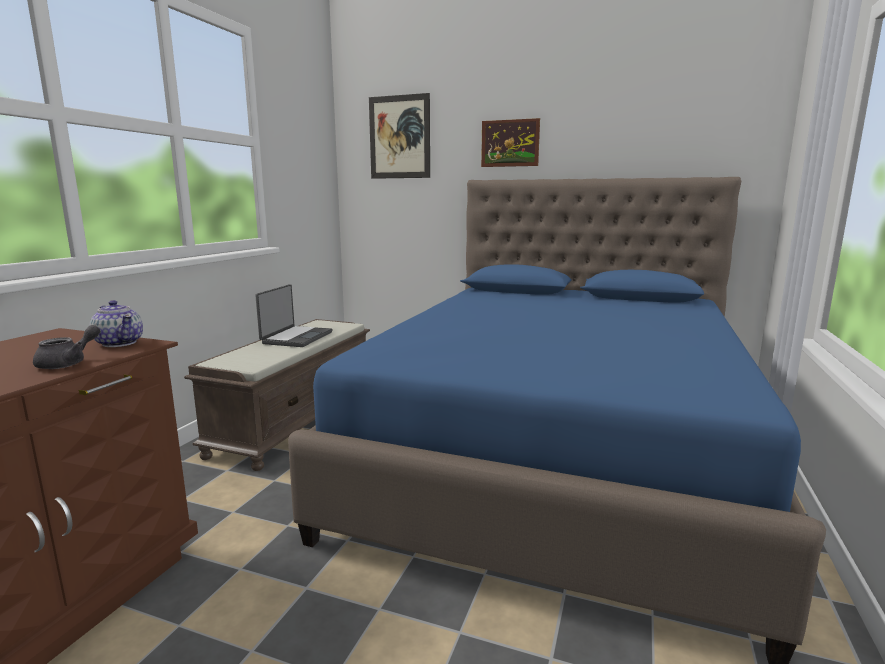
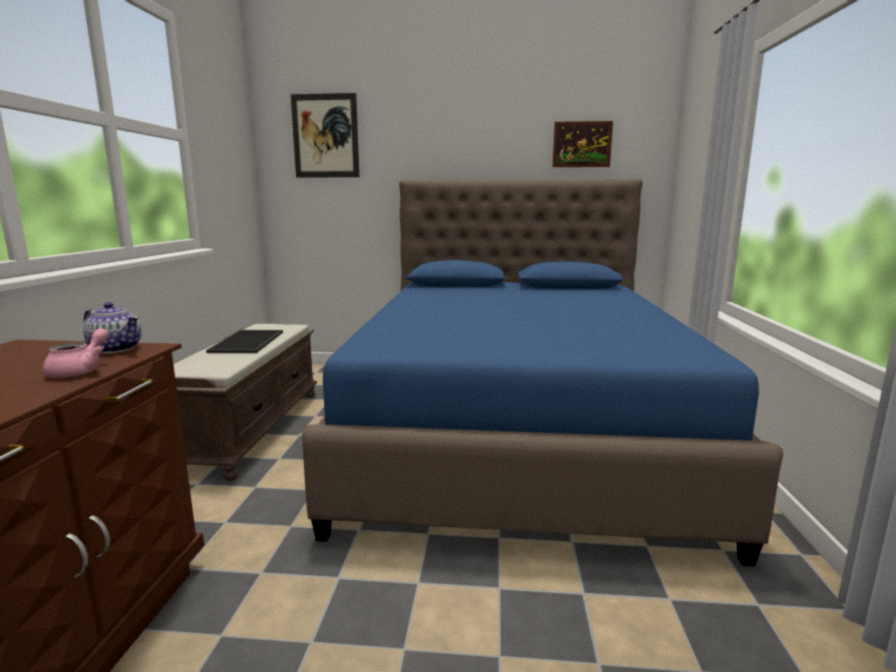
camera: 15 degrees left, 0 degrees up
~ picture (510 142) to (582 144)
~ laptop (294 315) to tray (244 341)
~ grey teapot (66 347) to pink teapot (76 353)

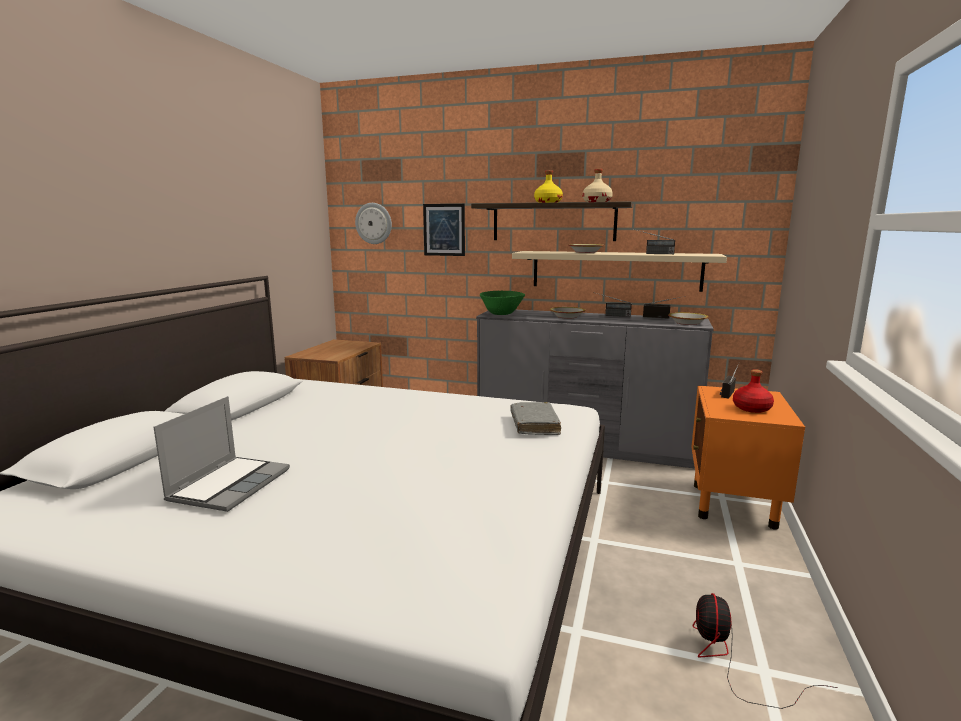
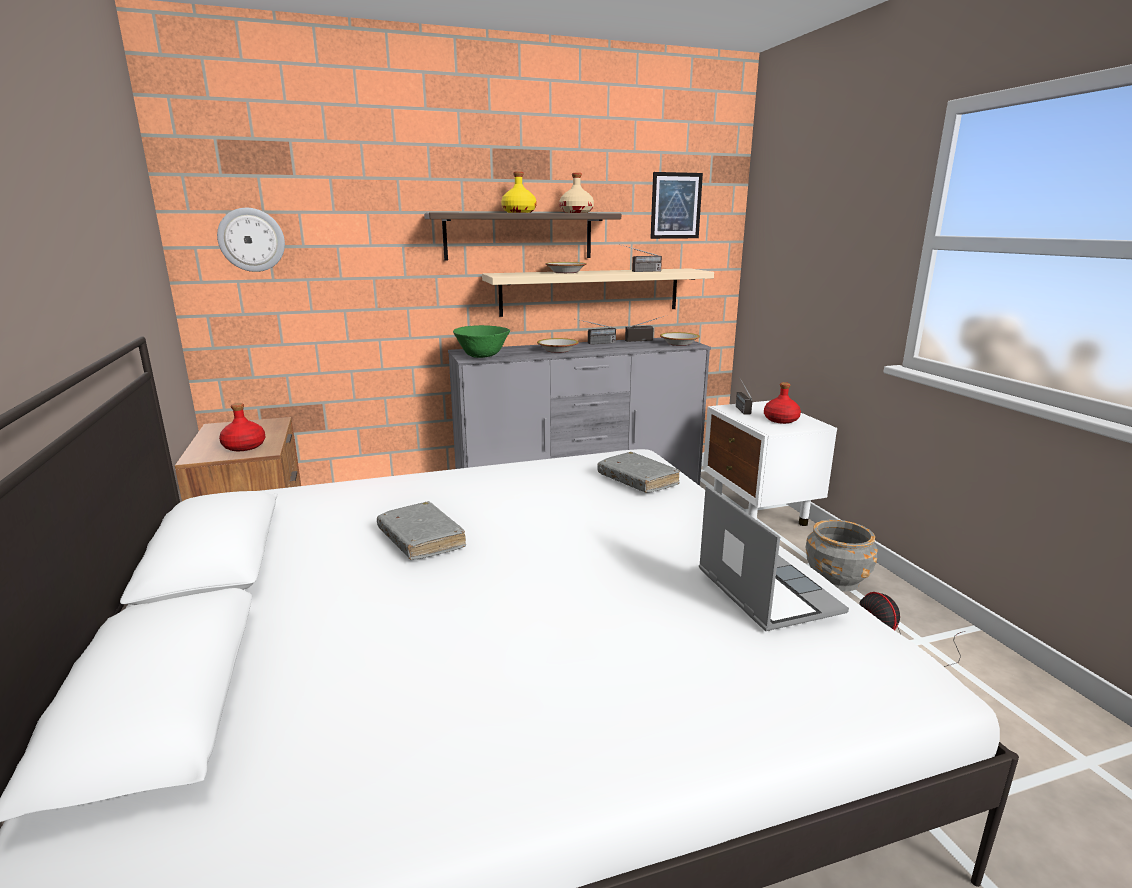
camera: 35 degrees left, 5 degrees up
~ picture (444 230) to (676 205)
~ orange nightstand (748 458) to white nightstand (770 463)
~ laptop (221 454) to (774 558)
+ red bottle (242 427)
+ grey book (421 530)
+ grey planter (841 556)

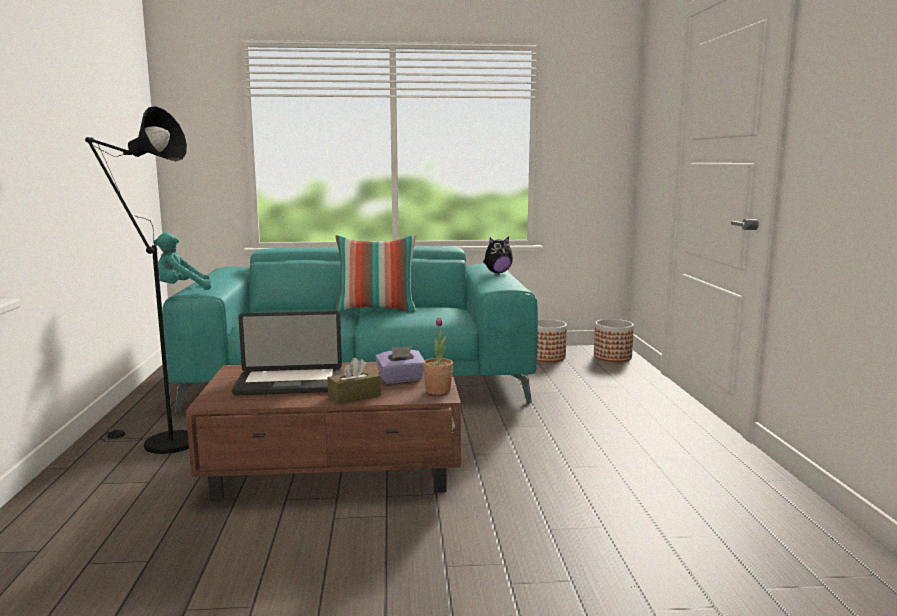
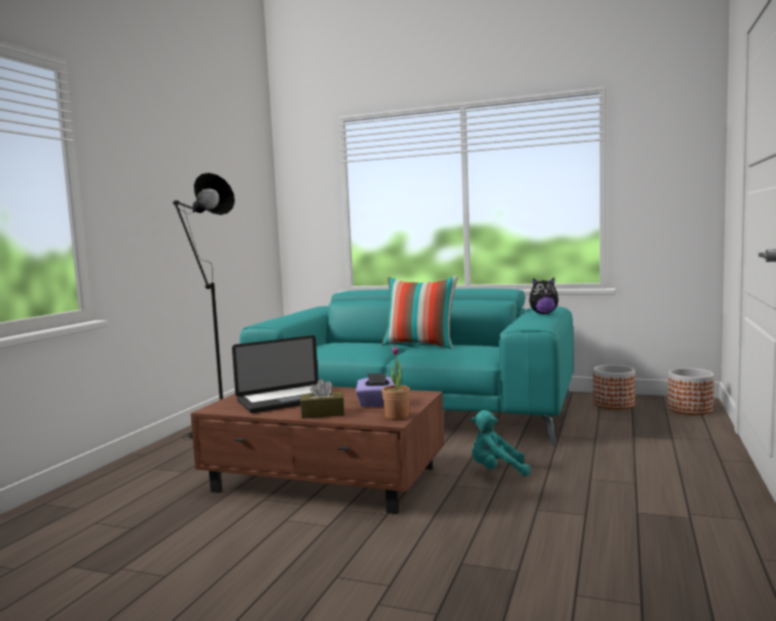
camera: 25 degrees right, 5 degrees down
~ turquoise plush toy (182 261) to (500 443)
~ laptop (287 353) = (282 374) 45 degrees counterclockwise

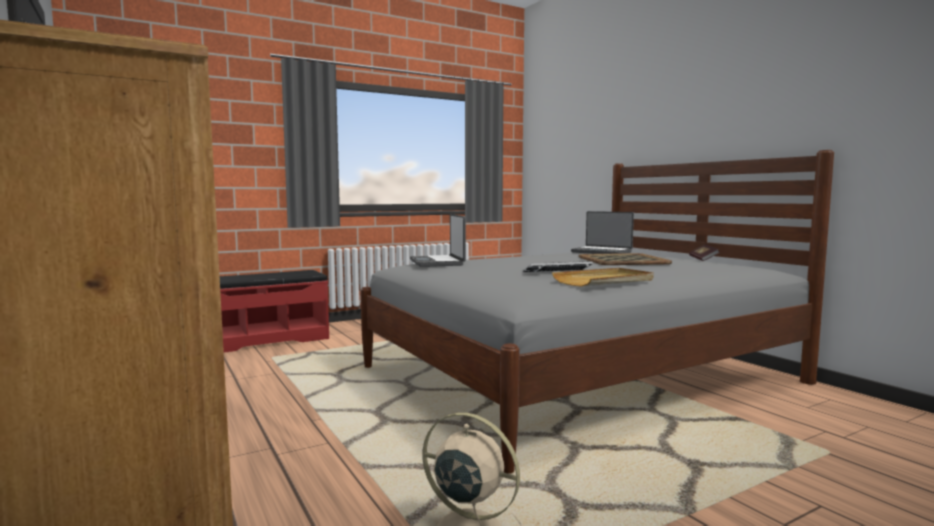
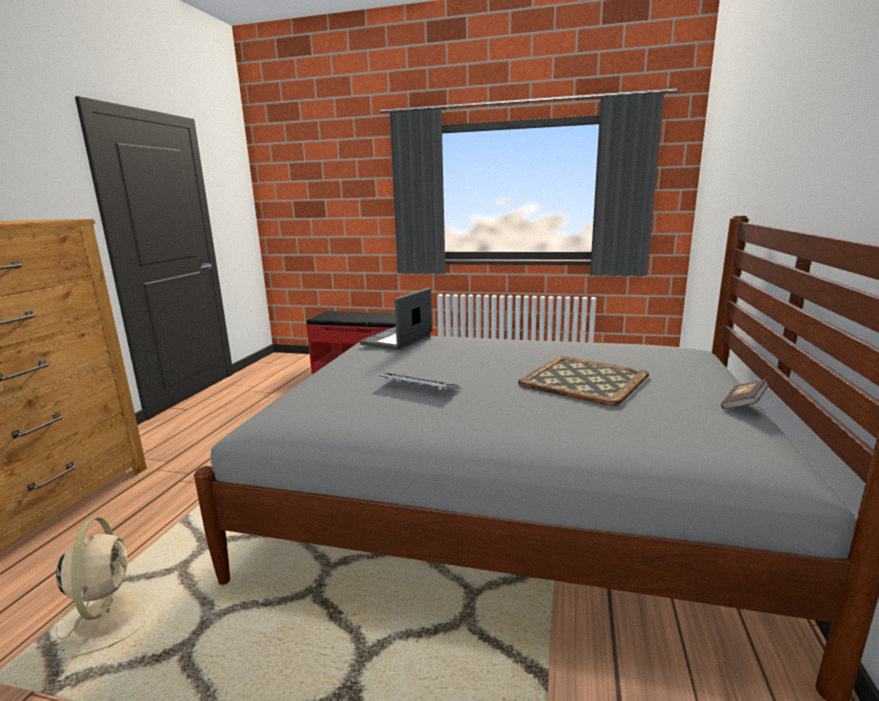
camera: 45 degrees right, 10 degrees up
- laptop (602 232)
- beige tray (603 277)

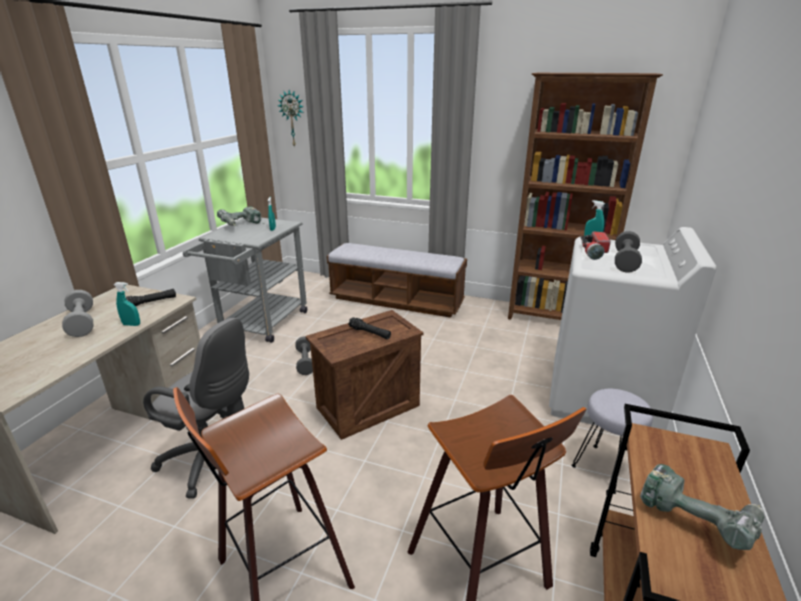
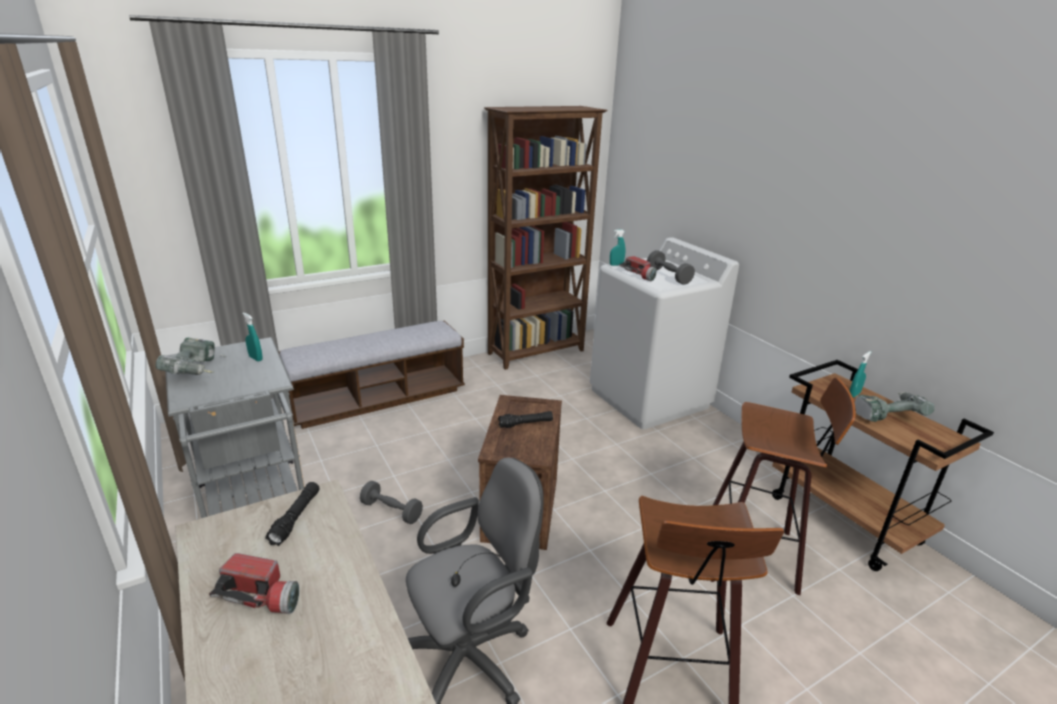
camera: 50 degrees left, 0 degrees up
- wall clock (290 119)
~ turquoise spray bottle (127 304) to (860 374)
~ grey dumbbell (77 313) to flashlight (254 583)
- grey stool (612 441)

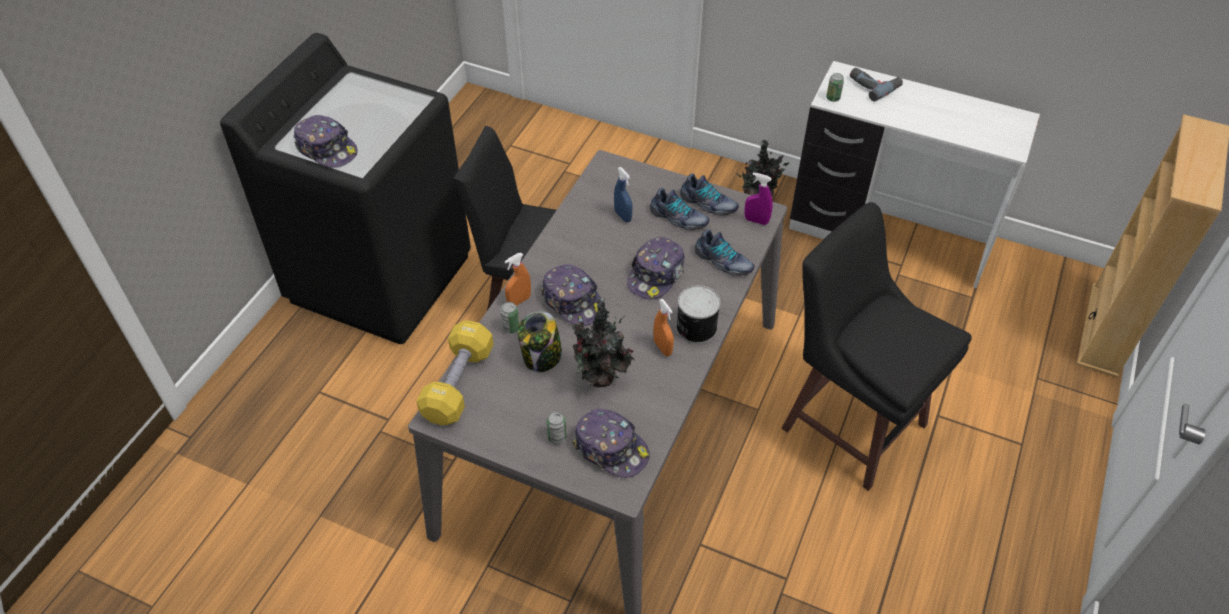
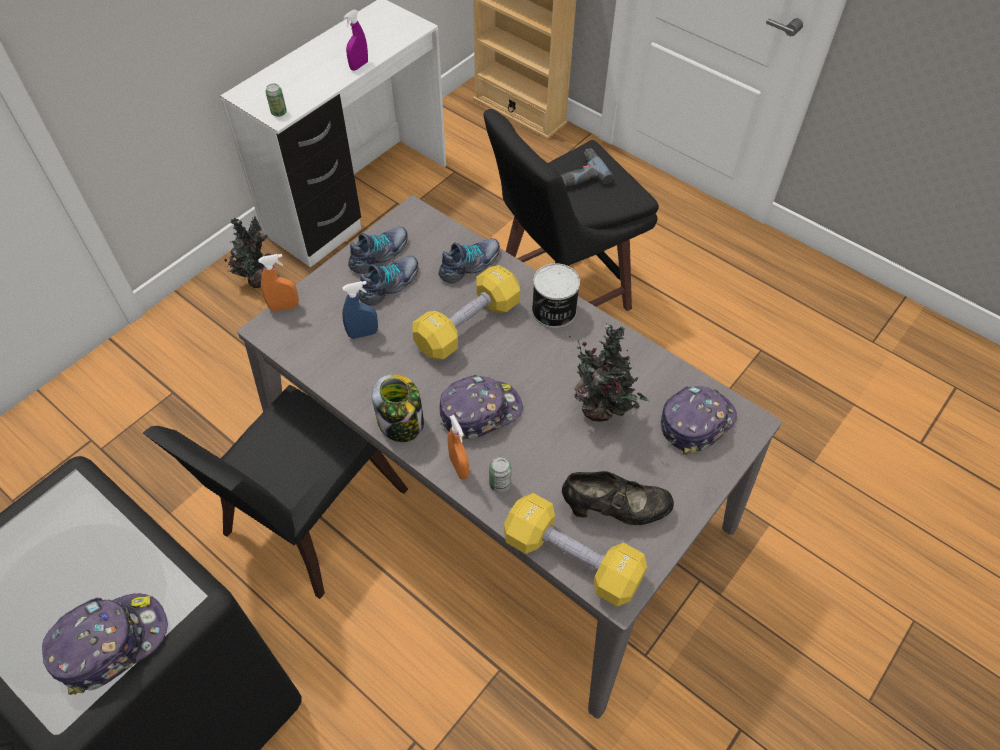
camera: 75 degrees left, 5 degrees up
~ power drill (876 85) to (587 168)
~ purple spray bottle (758 199) to (356 40)
~ cap (656 268) to yellow dumbbell (466 312)
~ orange spray bottle (663 327) to (278 283)
~ jar (539 341) to (398 408)
- can (556 428)
+ black shoe (618 498)

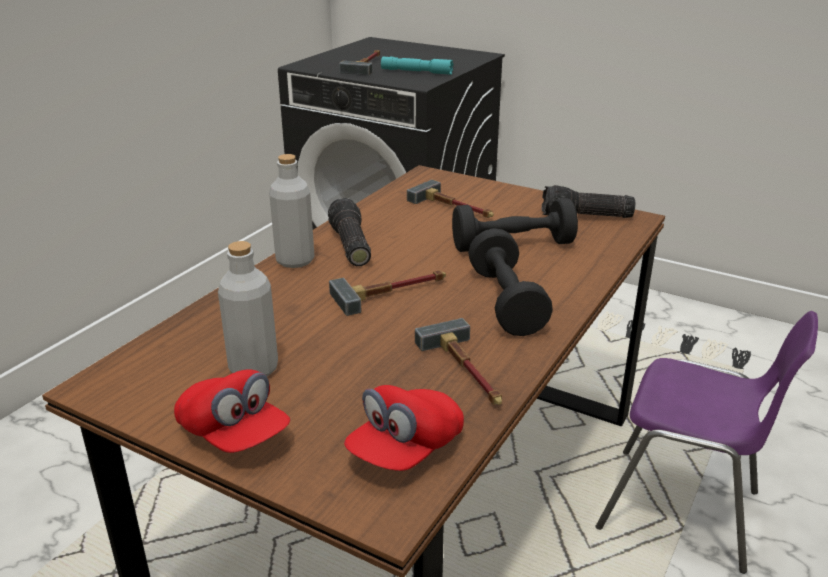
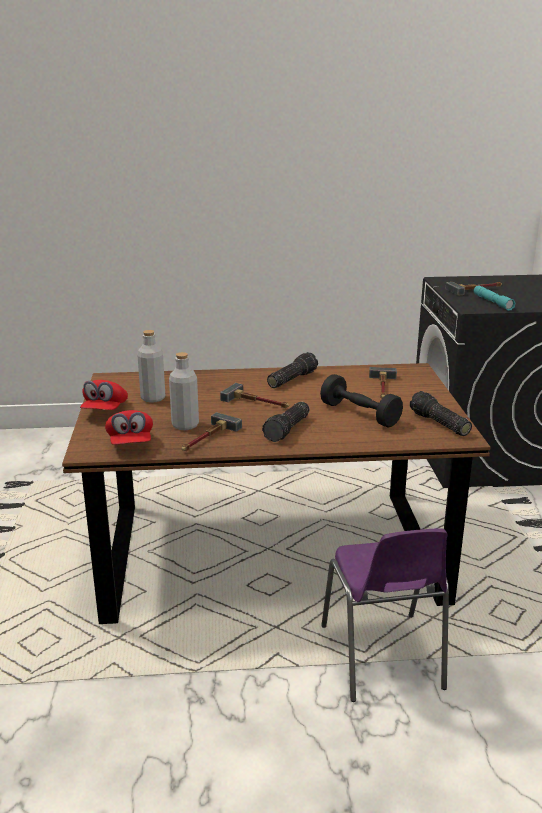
camera: 55 degrees right, 5 degrees down
~ grey bottle (291 211) to (184 391)
~ black dumbbell (510 282) to flashlight (286 422)
~ red cap (404 428) = (129 427) 105 degrees counterclockwise

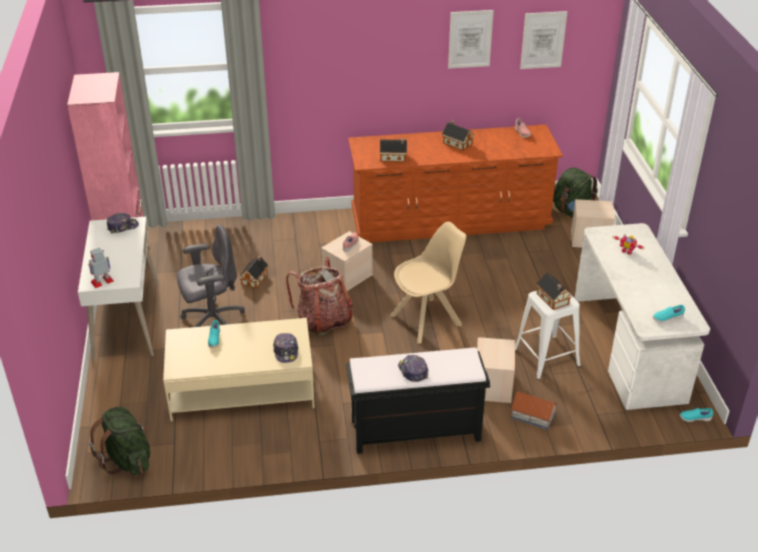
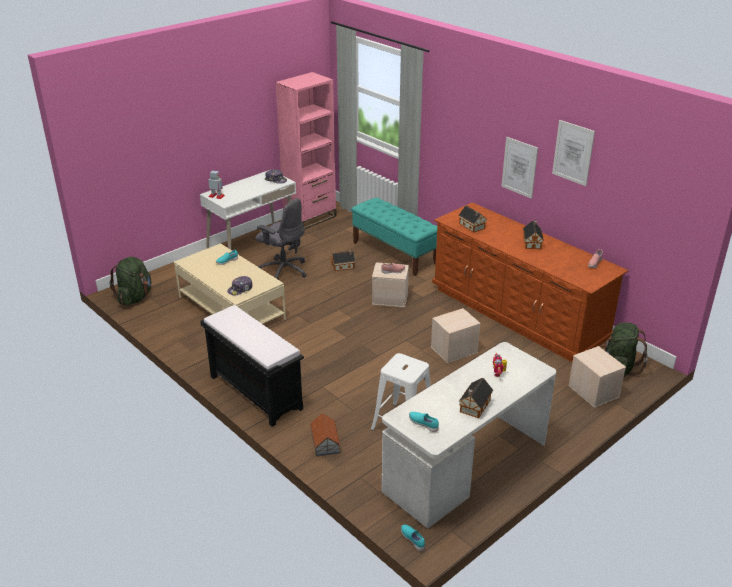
camera: 55 degrees right, 5 degrees down
~ picture (543 40) to (519 168)
- beige chair (428 282)
- backpack (319 296)
~ toy house (554 291) to (475 398)
~ beige storage box (496 370) to (456 335)
- cap (413 368)
+ turquoise bench (394 237)

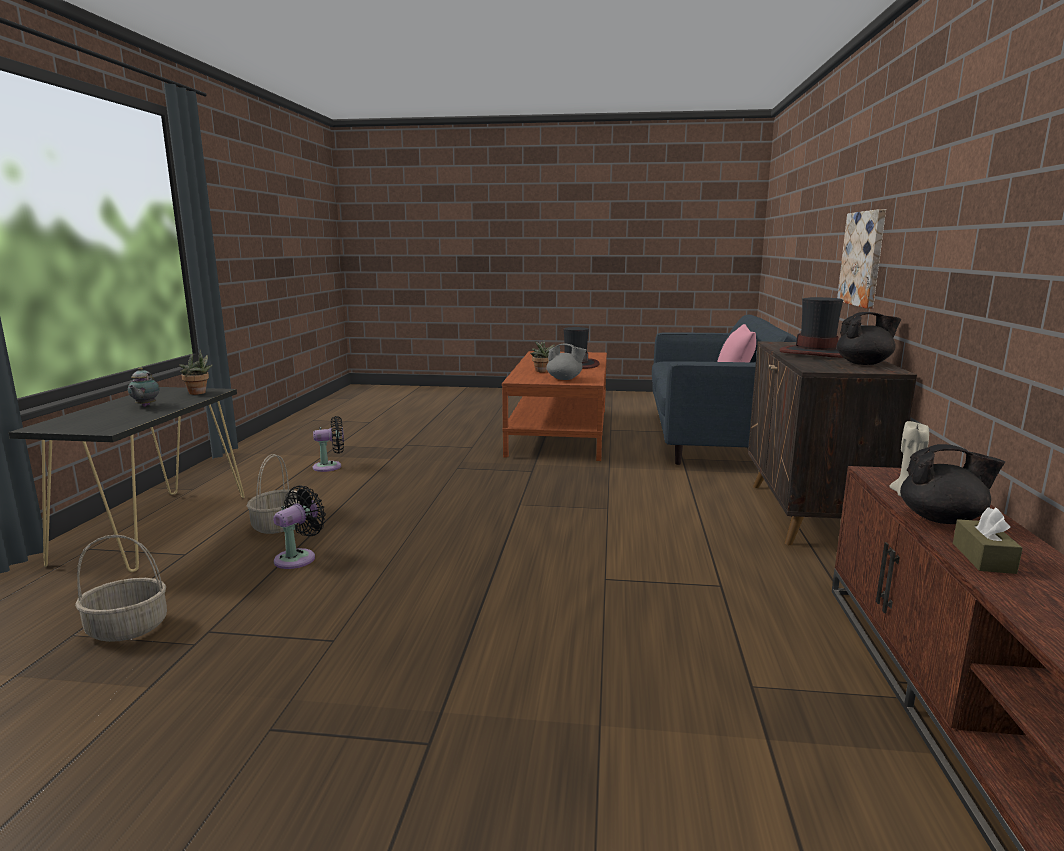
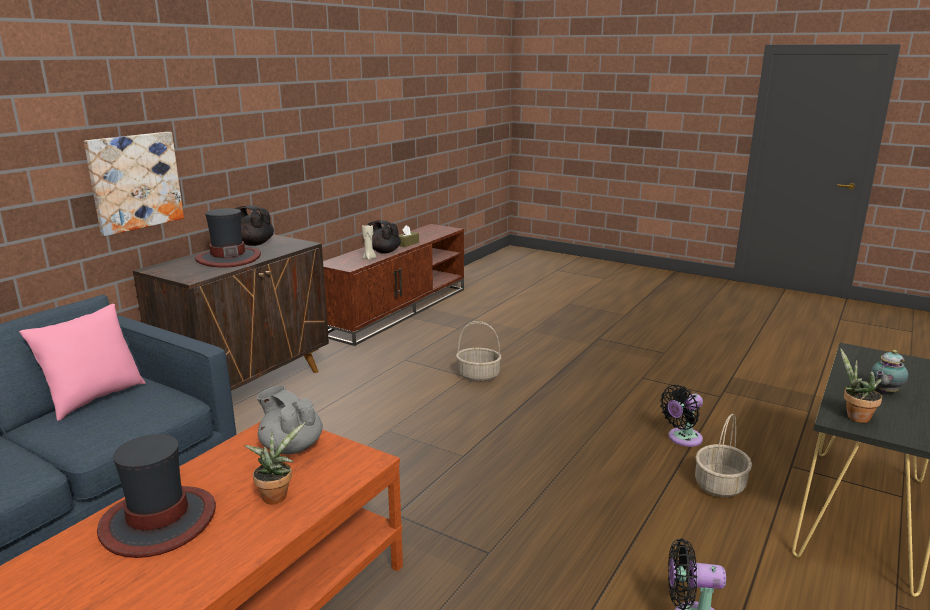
camera: 155 degrees left, 5 degrees up
~ teapot (144 387) = (890 371) 150 degrees counterclockwise
~ basket (121 588) to (478 351)

